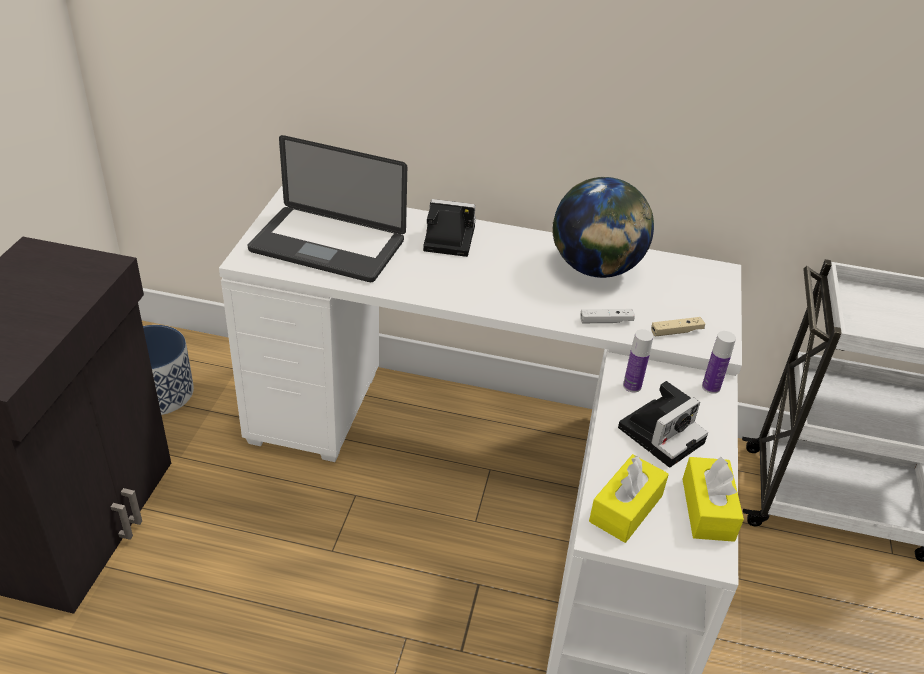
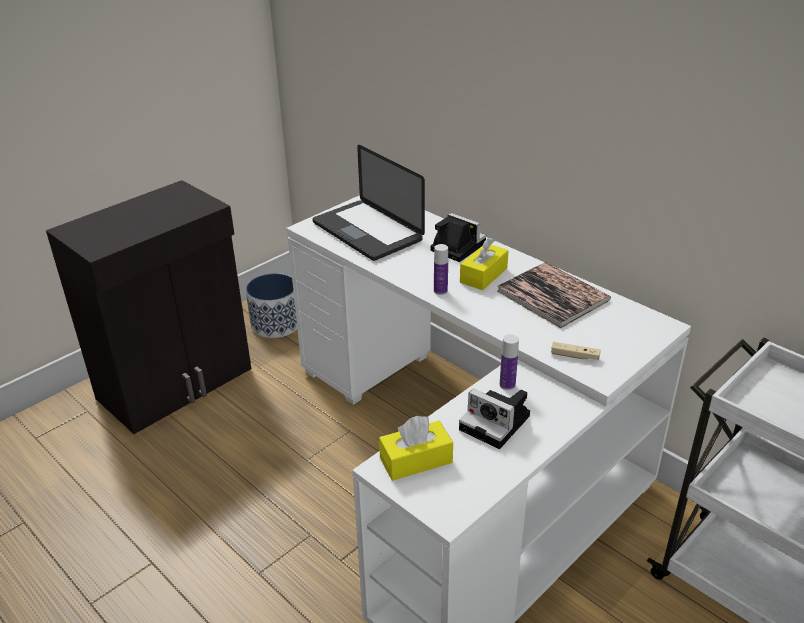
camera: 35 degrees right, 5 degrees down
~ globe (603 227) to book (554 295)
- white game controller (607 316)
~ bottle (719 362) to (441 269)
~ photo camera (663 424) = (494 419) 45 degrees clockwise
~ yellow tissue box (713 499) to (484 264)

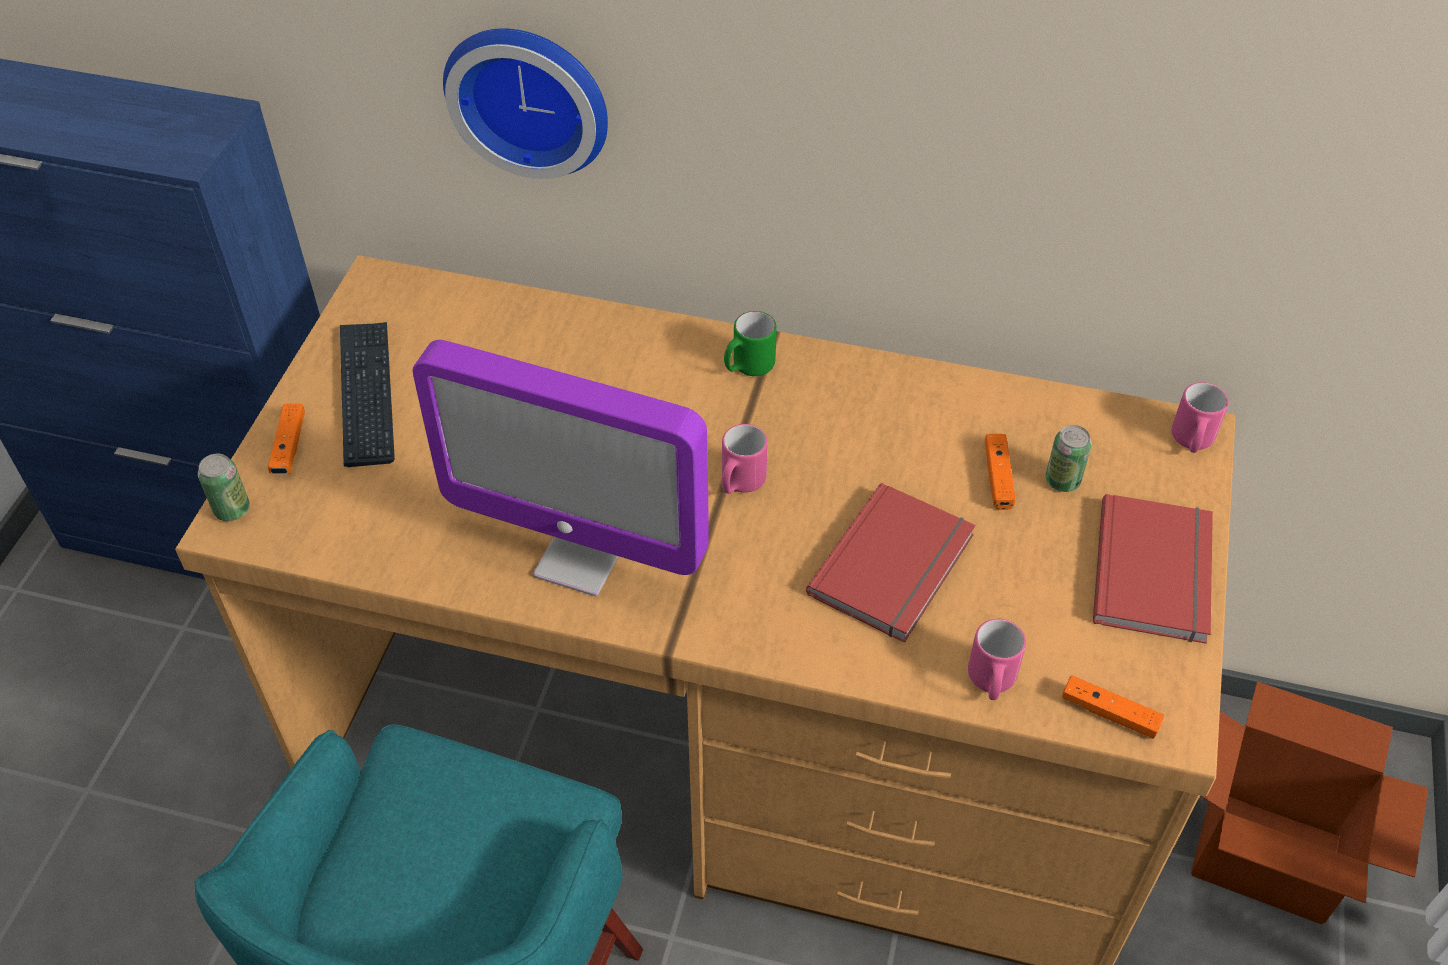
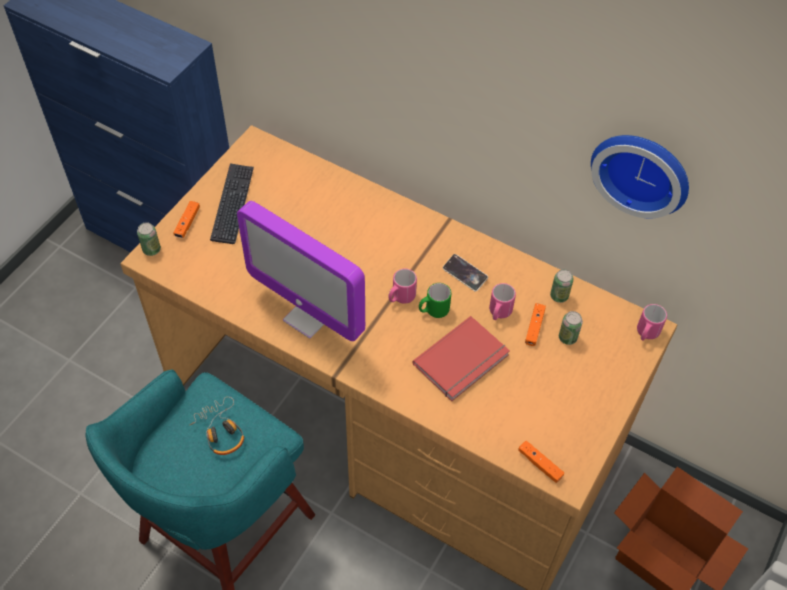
camera: 15 degrees right, 5 degrees up
~ wall clock (525 103) to (640 176)
~ green mug (750 343) to (435 300)
- red book (1153 569)
~ pink mug (997 659) to (502 301)
+ phone (465 273)
+ can (562 286)
+ headphones (216 426)

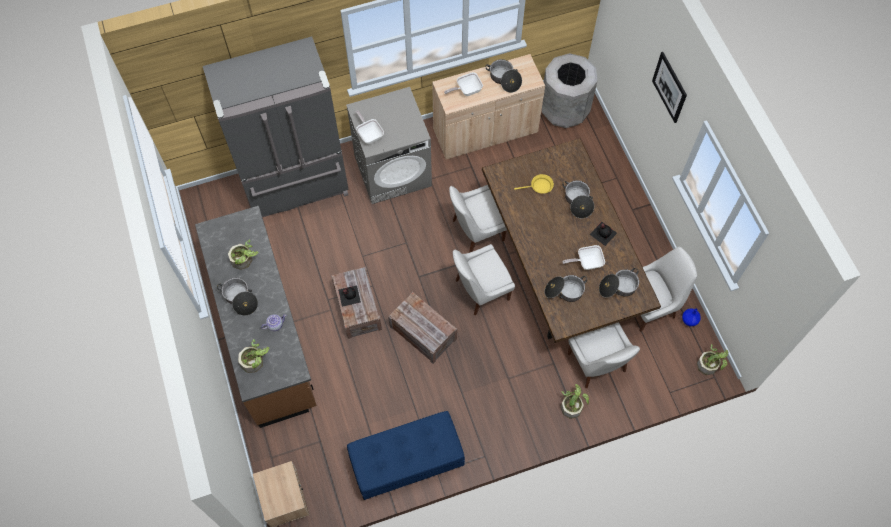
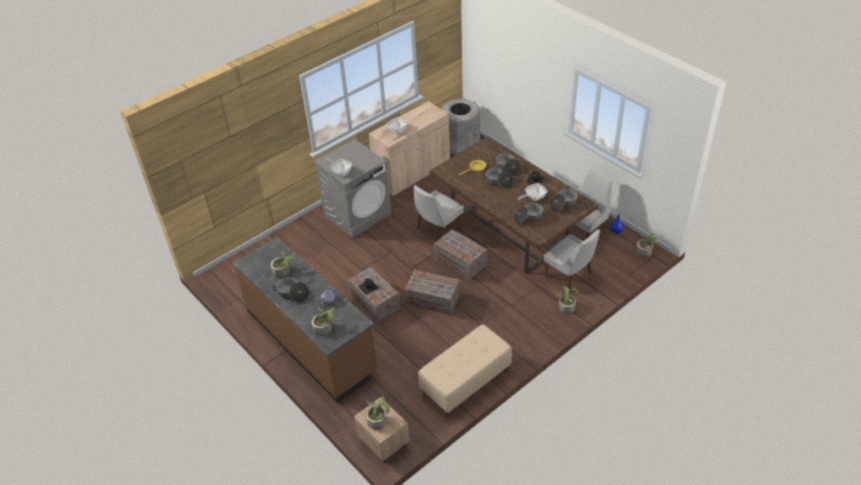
camera: 20 degrees left, 20 degrees down
- grey fridge (276 127)
- picture (669 87)
~ cooking pot (504 76) to (498 178)
~ white chair (484 280) to crate (461 255)
~ blue bench (406 455) to beige bench (465 371)
+ potted plant (378 413)

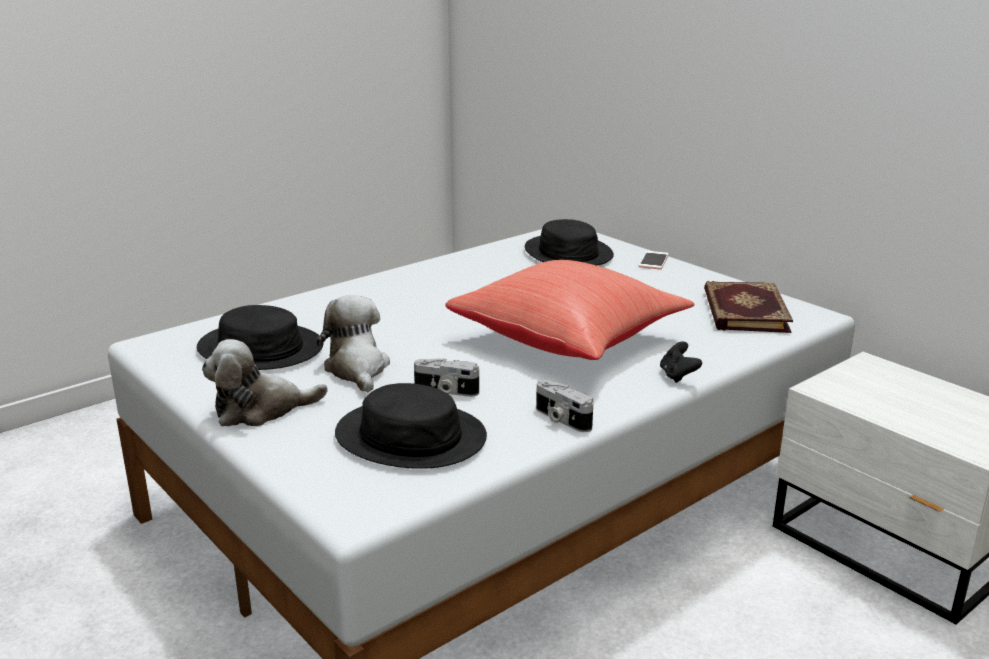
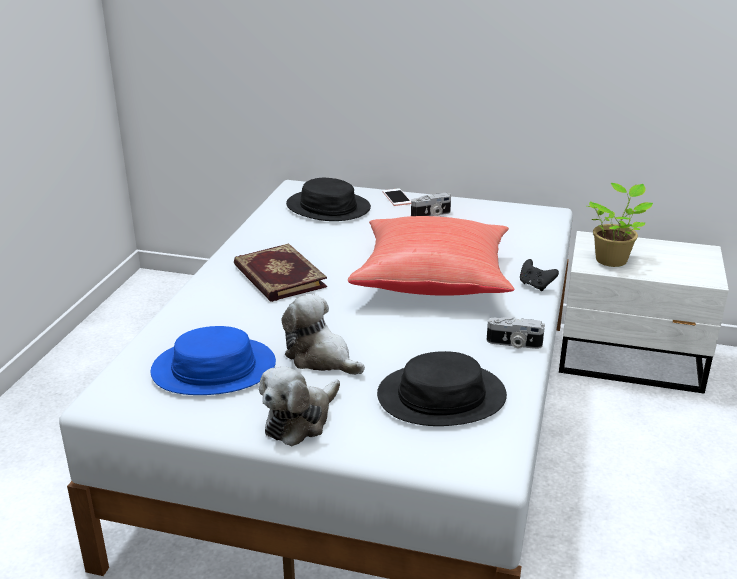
camera: 35 degrees left, 5 degrees up
~ book (748 307) to (280 273)
~ black hat (260 337) to blue hat (213 360)
~ photo camera (446 377) to (431 204)
+ potted plant (620 225)

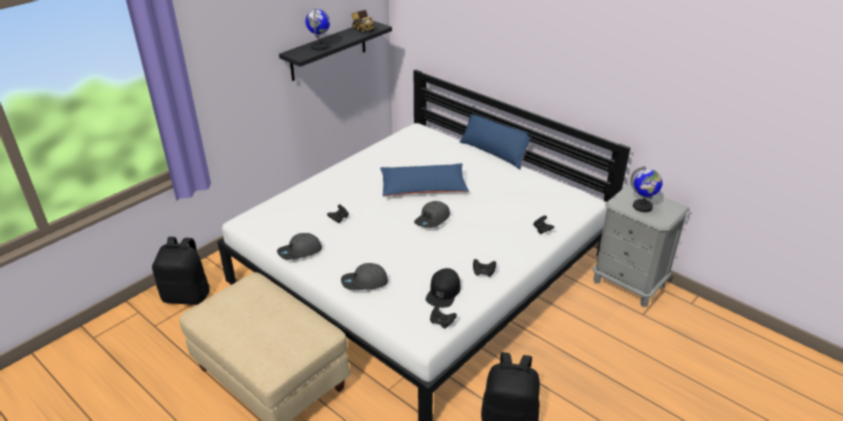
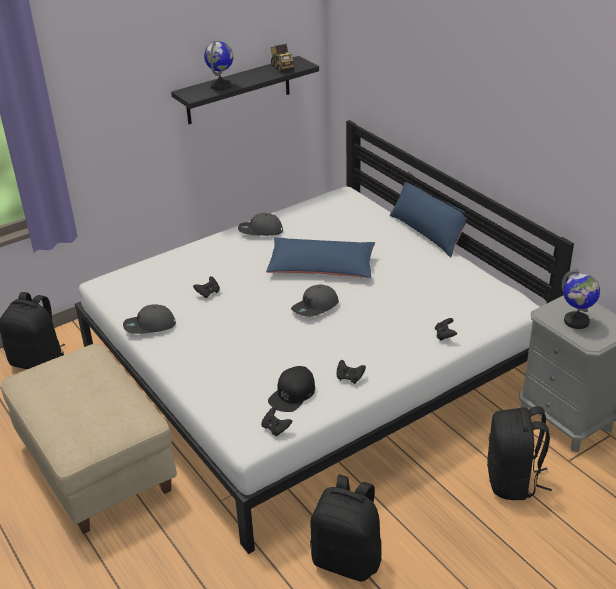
camera: 15 degrees right, 0 degrees up
~ grey cap (364 276) to (260 224)
+ black backpack (519 453)

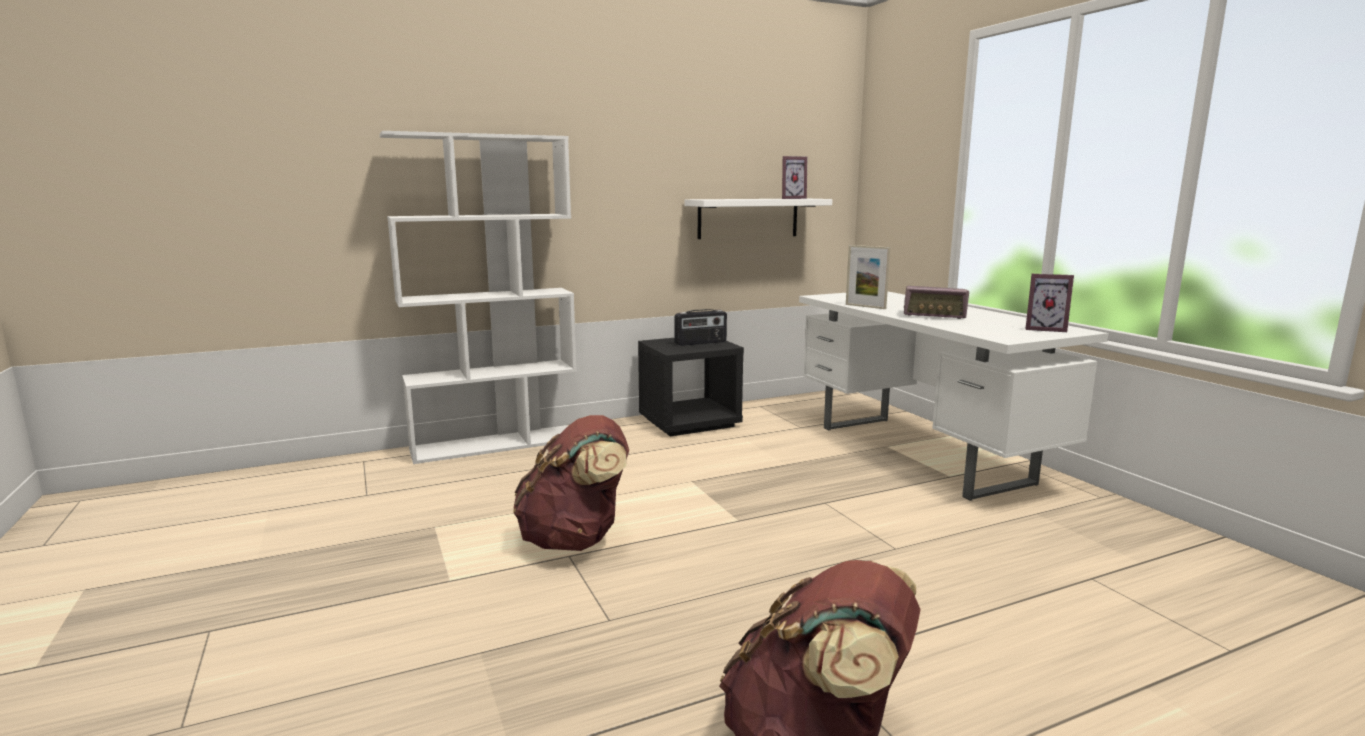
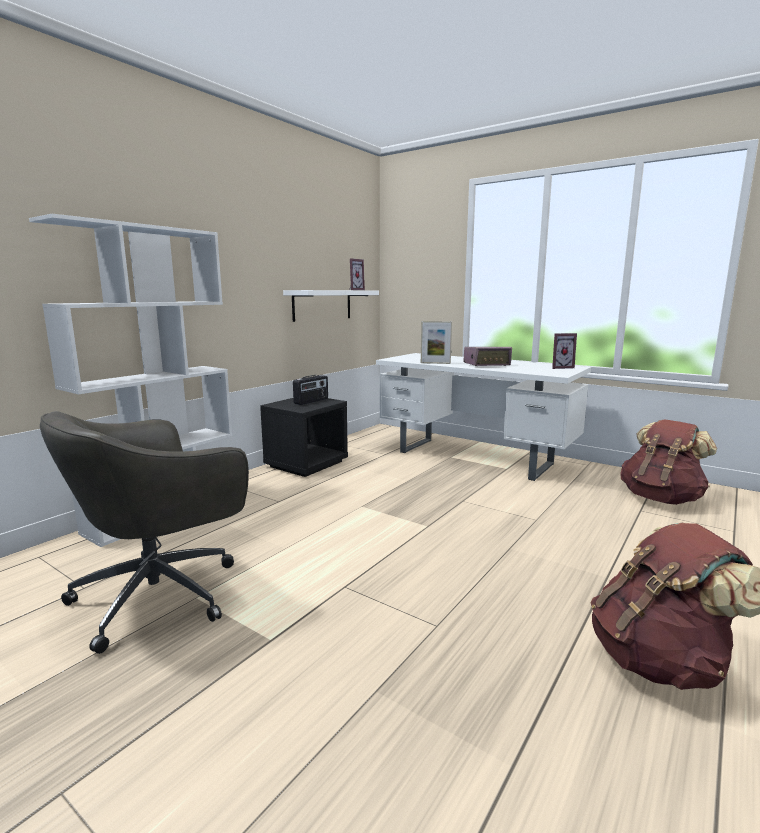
camera: 30 degrees left, 0 degrees up
~ brown backpack (571 483) to (668 462)
+ grey office chair (144 532)

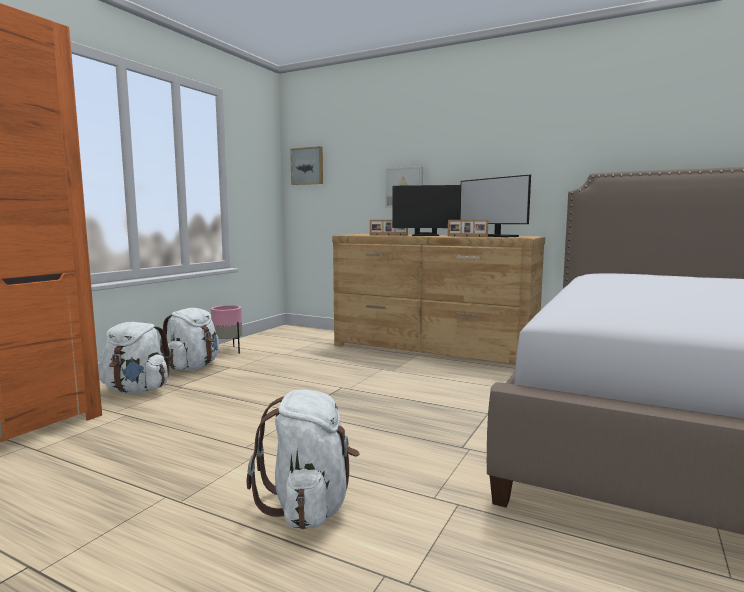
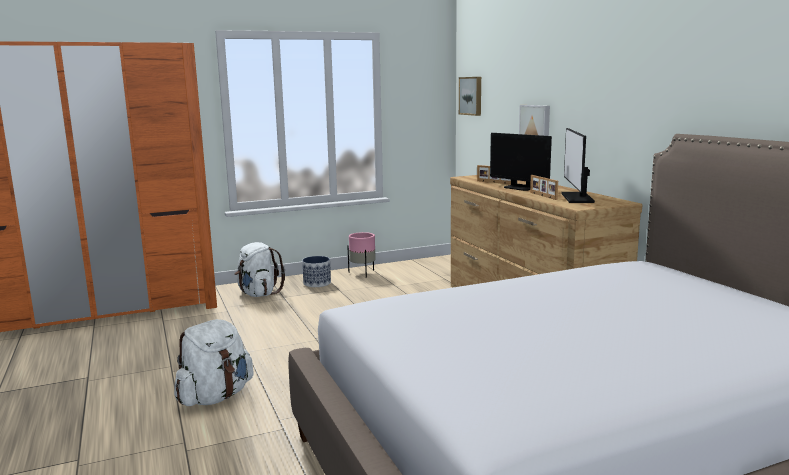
camera: 40 degrees right, 5 degrees up
~ white backpack (189 339) to planter (316 271)

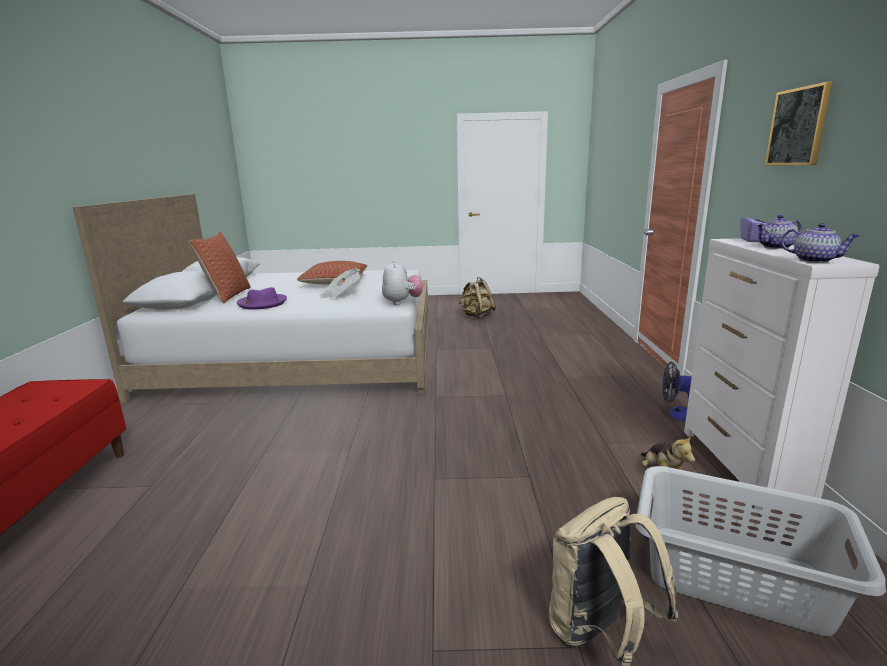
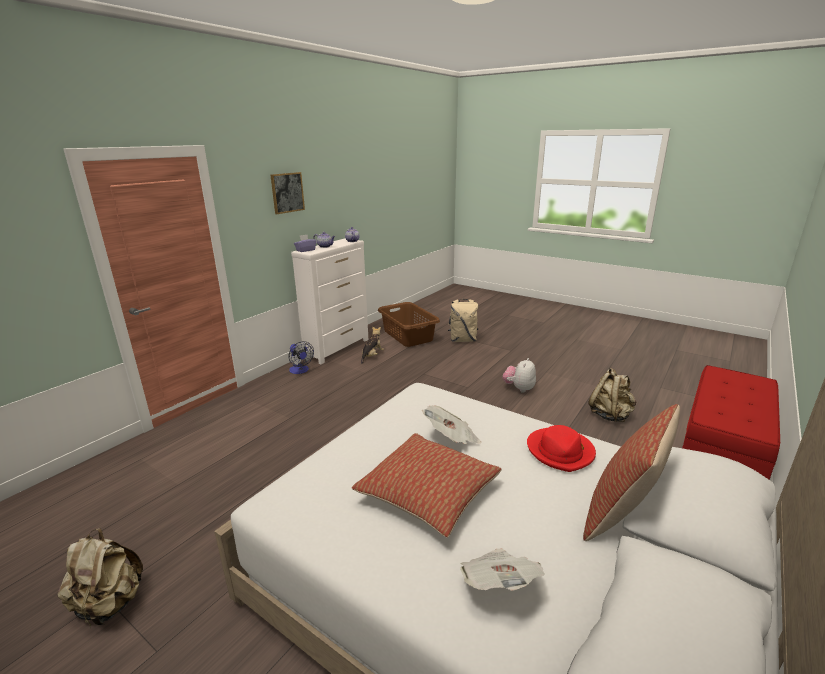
camera: 145 degrees left, 5 degrees up
~ plush toy (402 282) to (519 375)
~ purple hat (262 298) to red hat (561 448)
~ grey laundry basket (760 551) to brown laundry basket (409 324)
+ beige backpack (612 395)
+ newspaper (502 570)

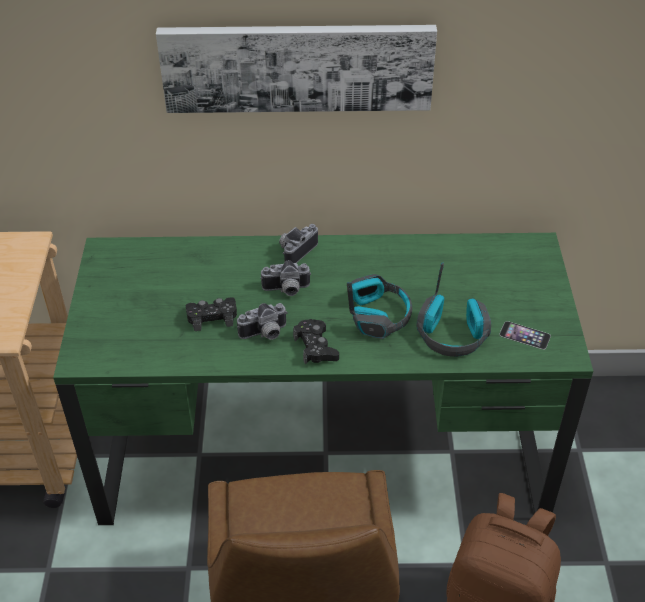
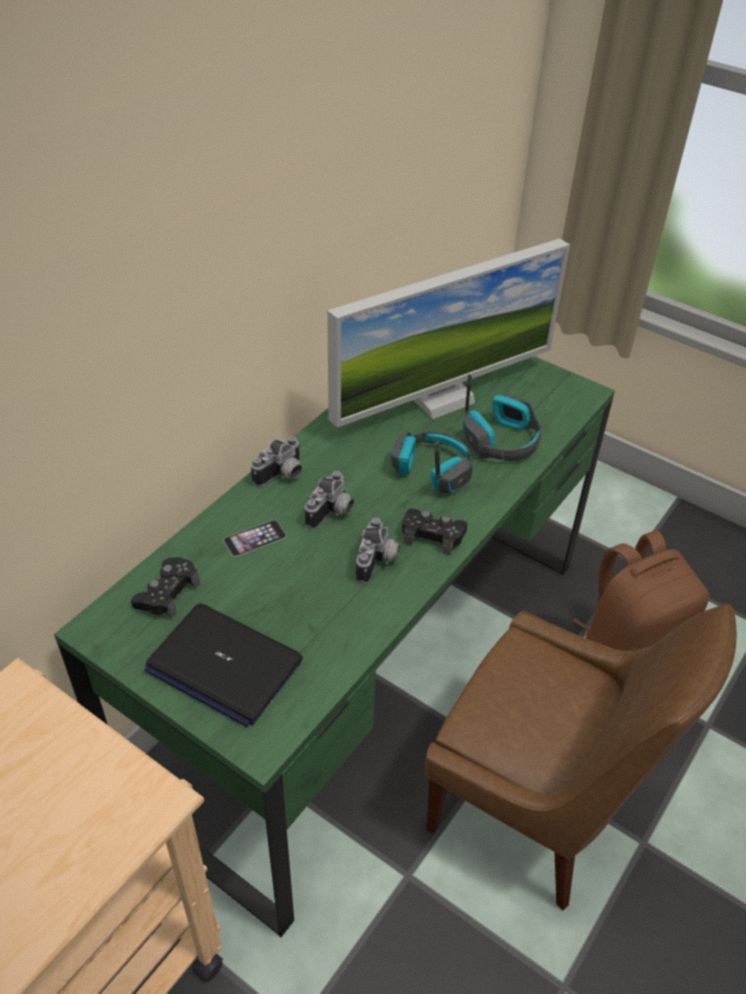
camera: 55 degrees left, 0 degrees up
- picture (296 69)
~ photo camera (298 243) = (276 461) 120 degrees counterclockwise
~ black game controller (211 314) to (165 588)
~ phone (525 335) to (255 538)
+ monitor (448 333)
+ laptop (224 665)

